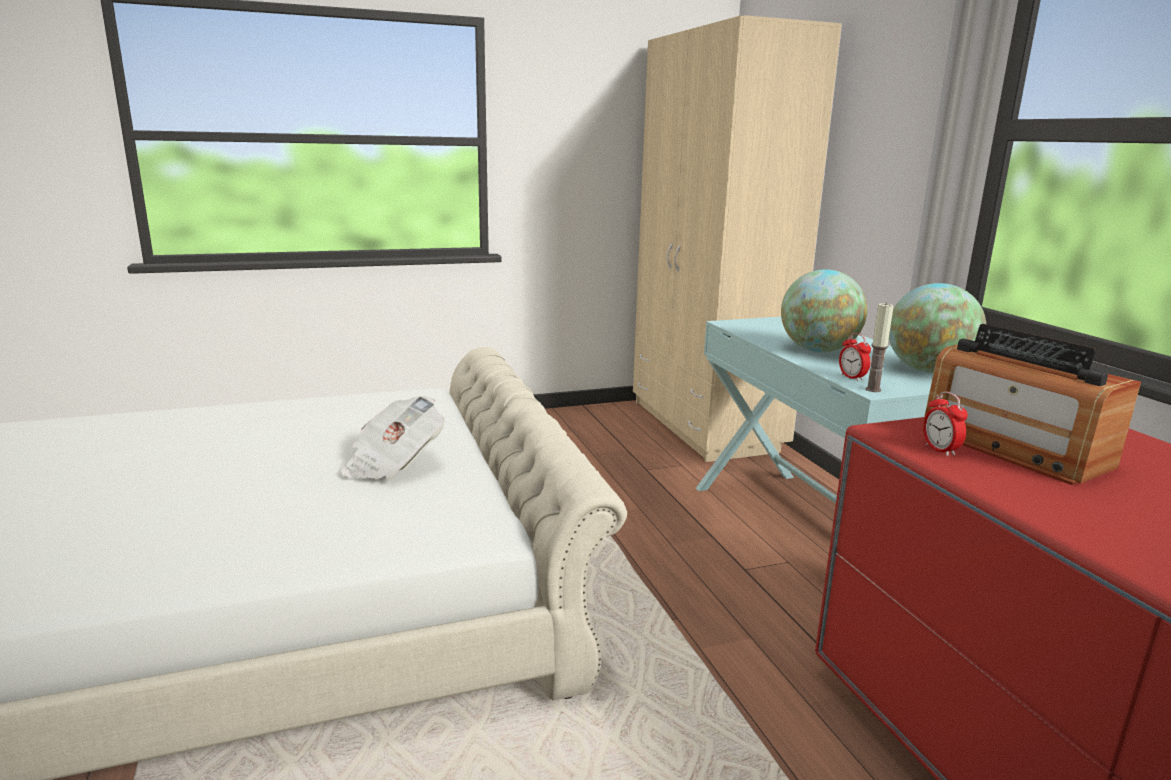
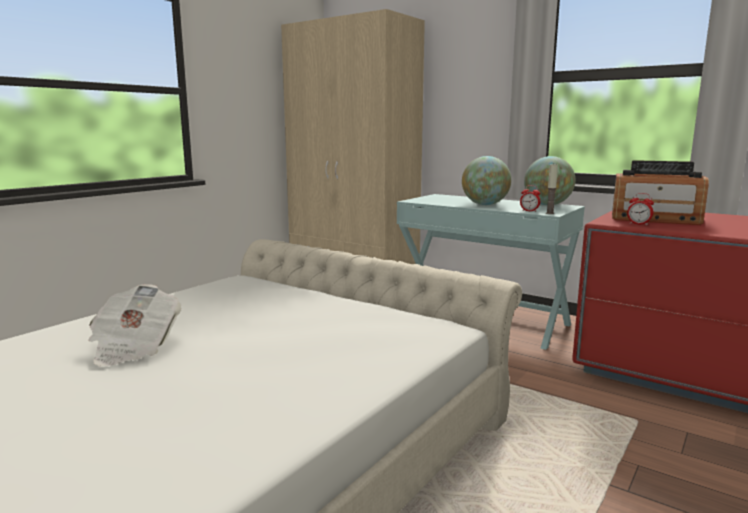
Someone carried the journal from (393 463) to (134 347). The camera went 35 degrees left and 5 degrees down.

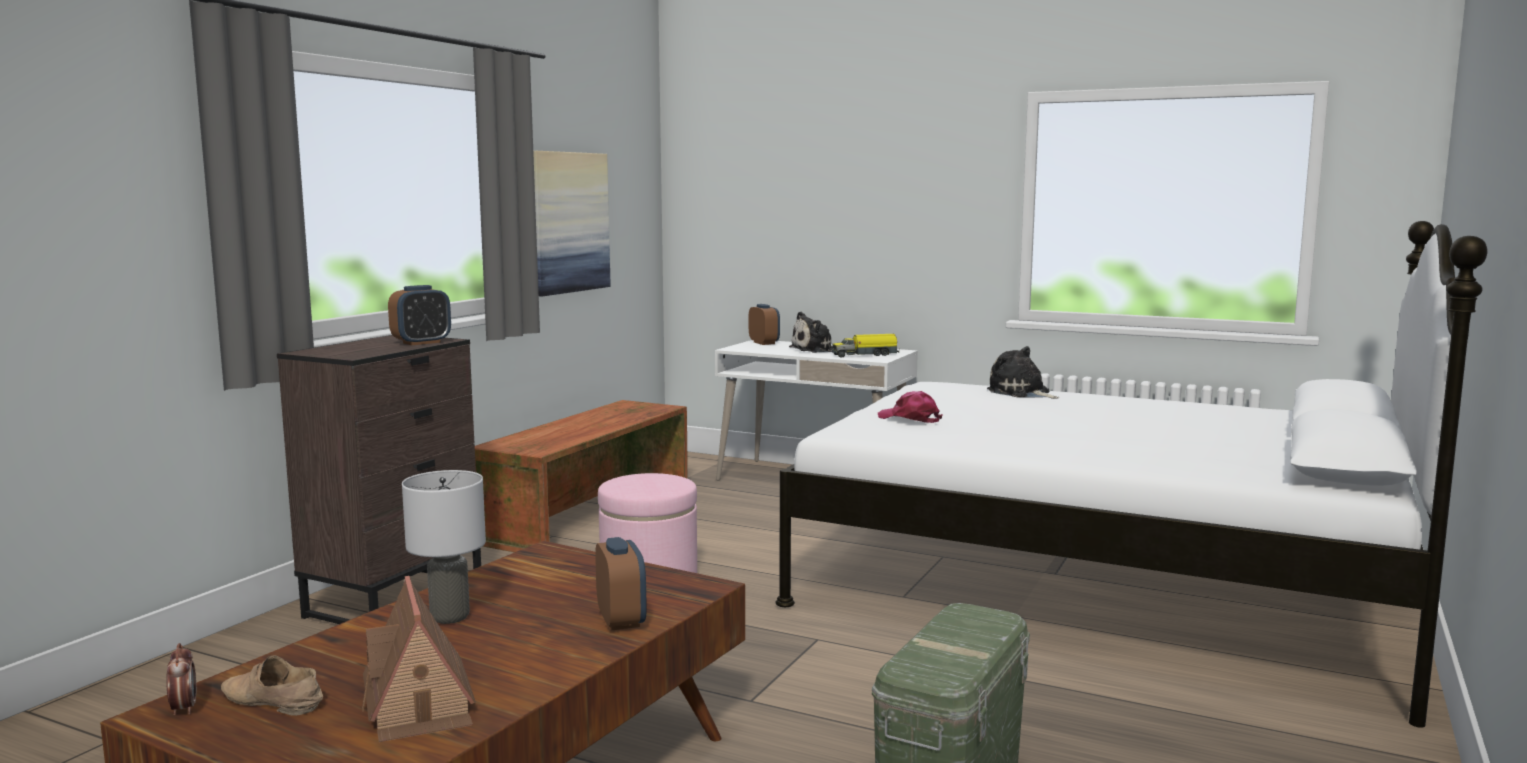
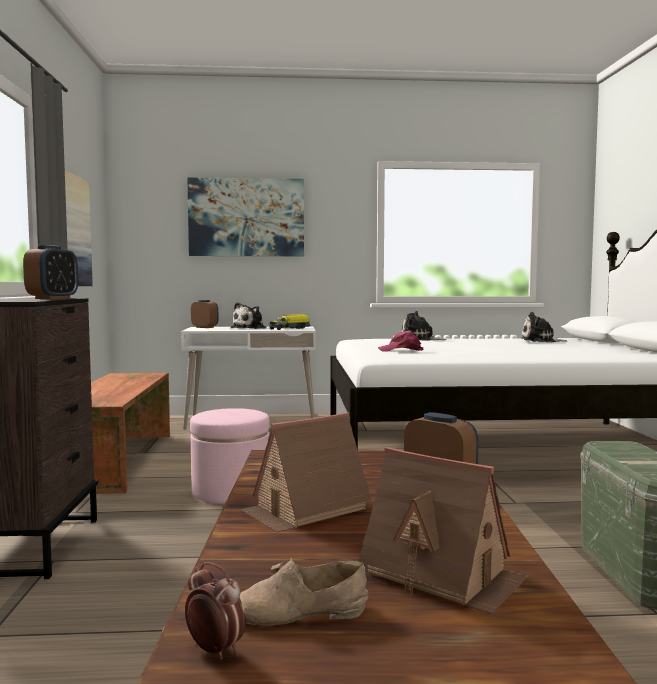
Someone swapped the lampe de table/blanc at (449 618) for the maison miniature at (306 509). Someone put up the tableau at (246 217). Someone put down the peluche at (540 341). The camera went 30 degrees left and 5 degrees down.

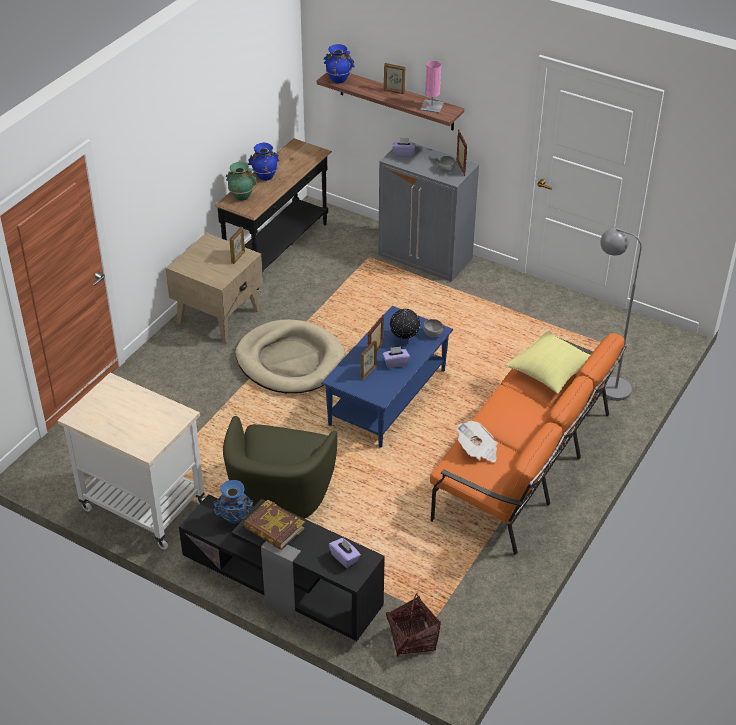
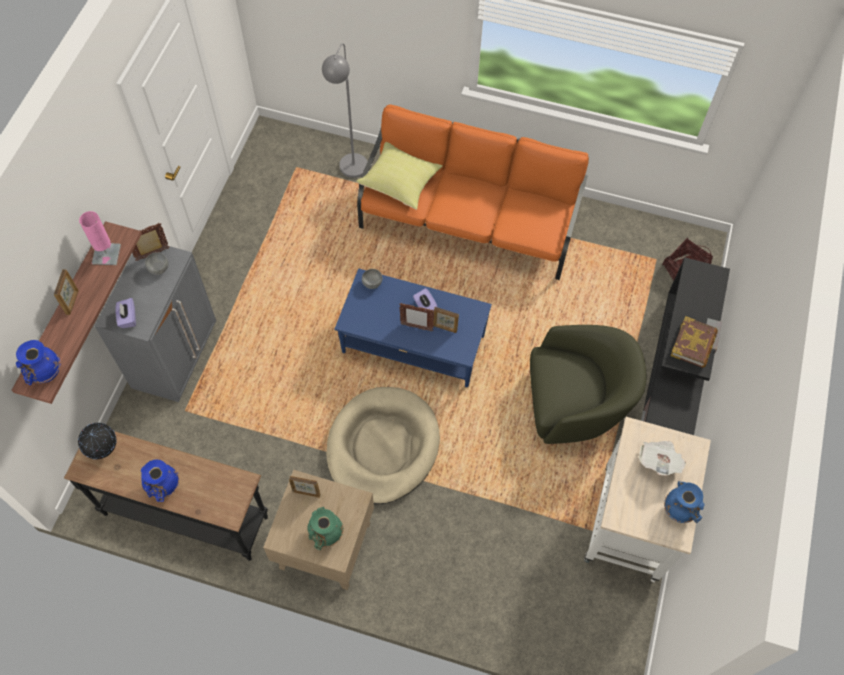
Someone carried the vase/bleu from (235 518) to (678 510). Someone carried the vase/vert from (241 196) to (325 535). Someone took away the boîte à mouchoirs/violet at (344 558). Someone carried the globe from (404 338) to (103 449). Someone carried the journal from (477 450) to (659 461). The camera went 105 degrees left and 20 degrees up.

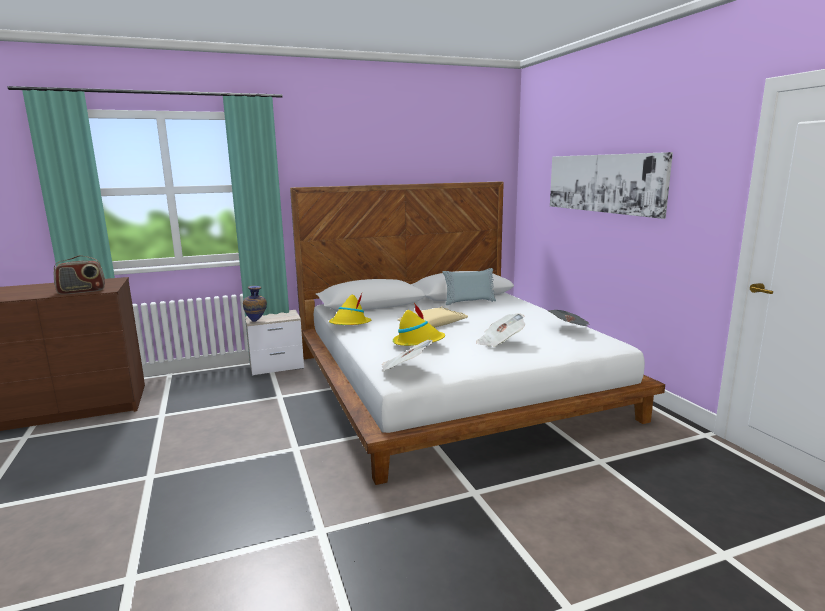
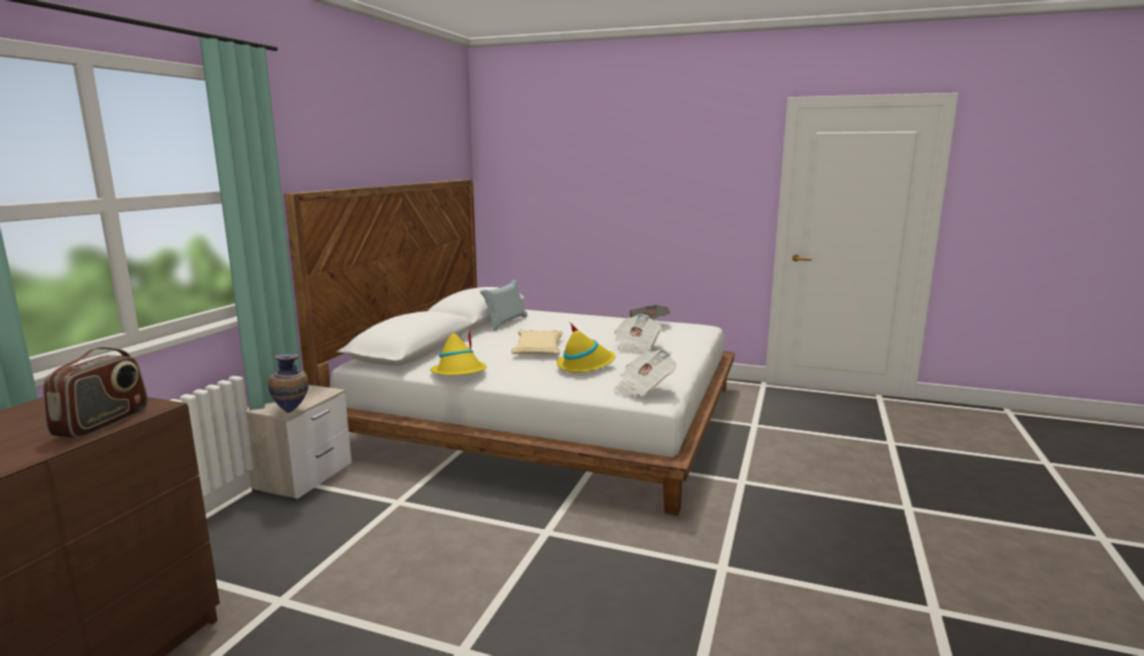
Someone took away the tableau at (603 183). The camera went 50 degrees left and 0 degrees up.

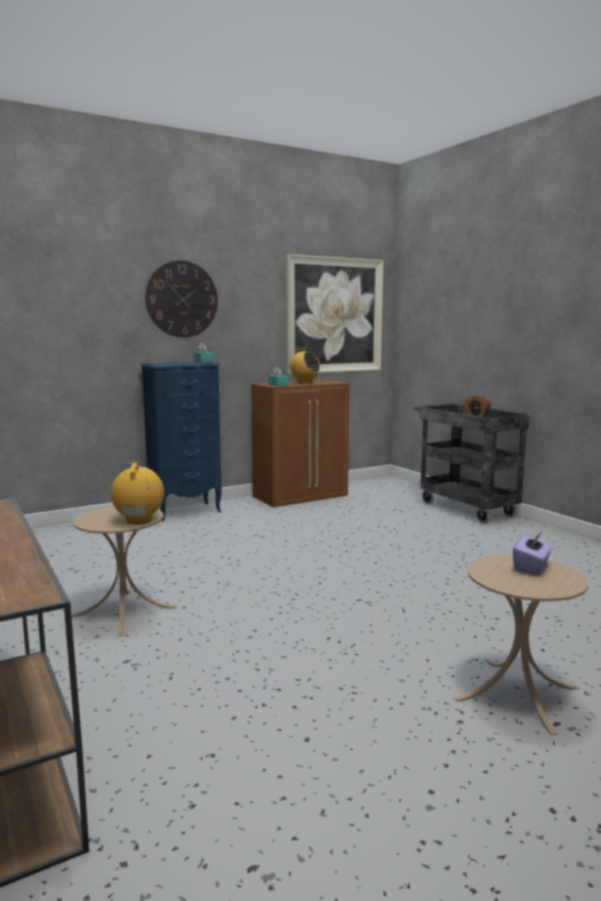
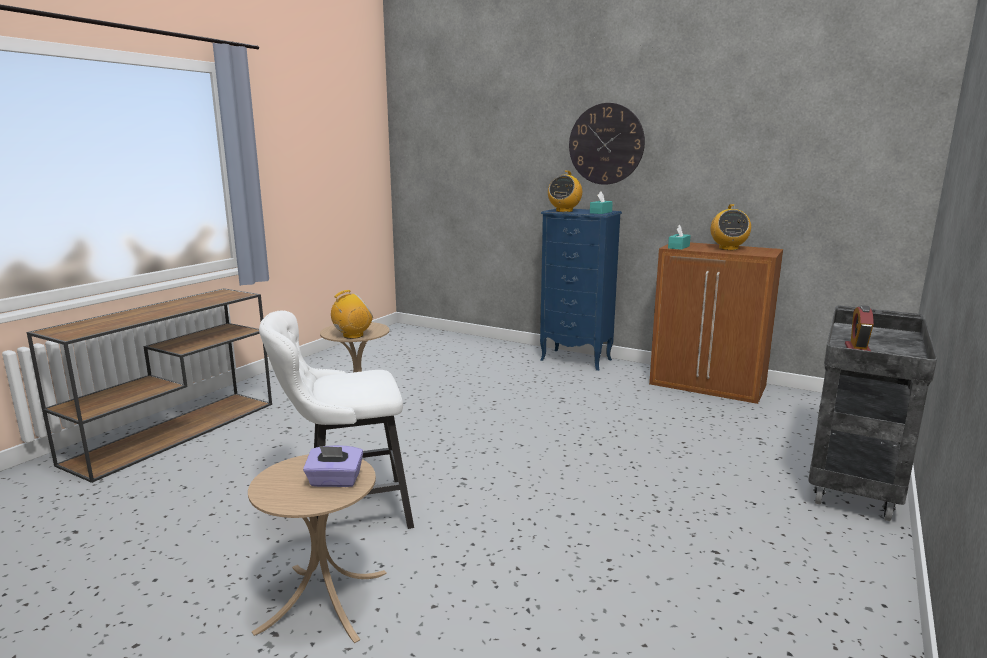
Someone took away the tableau at (334 315). Someone put down the tabouret/blanc at (344 513). Someone put down the radio at (564 211). The camera went 60 degrees right and 5 degrees up.

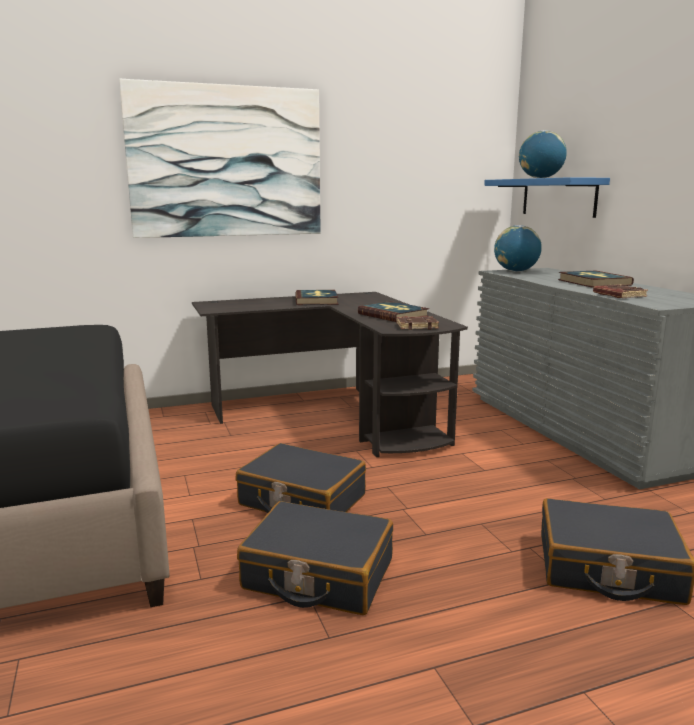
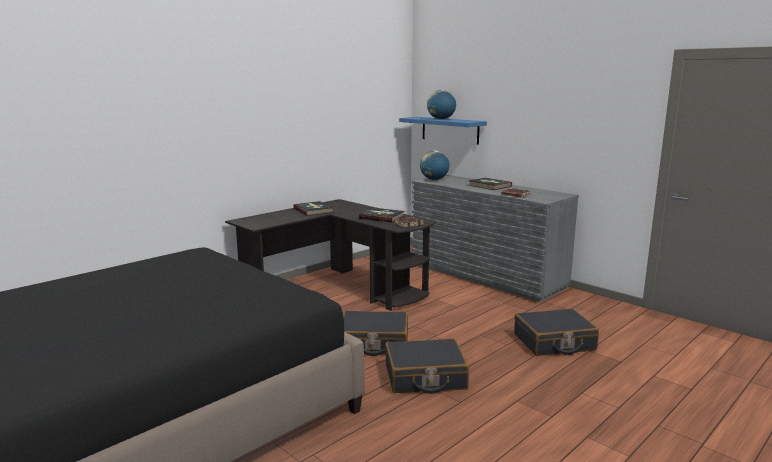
Someone took away the tableau at (226 162). The camera went 25 degrees left and 0 degrees up.

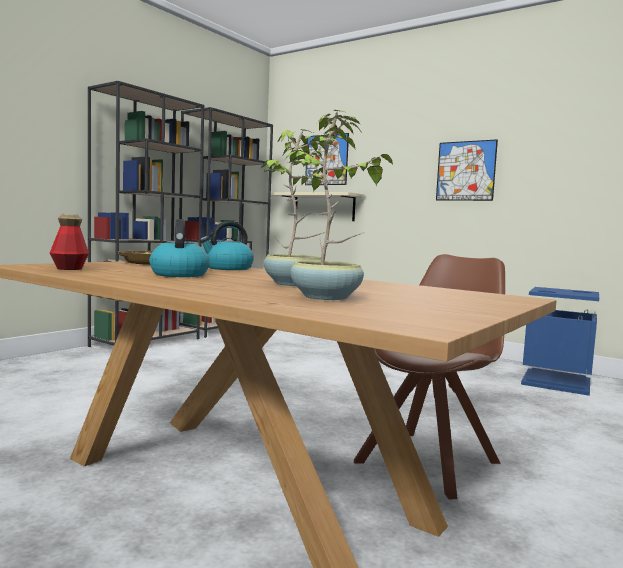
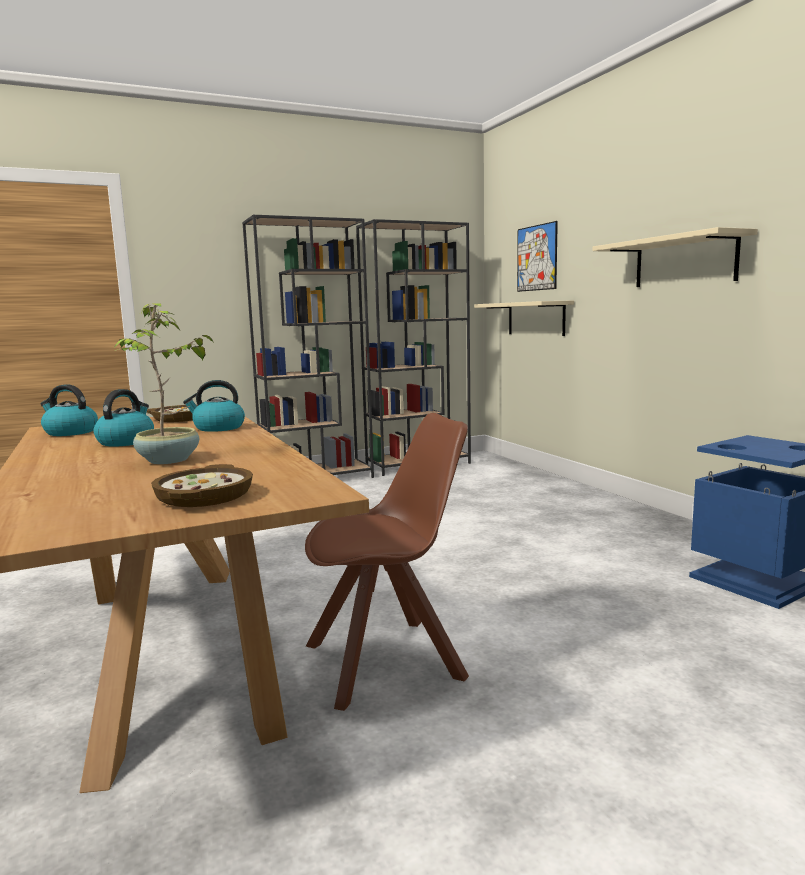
Someone swapped the bouteille at (69 268) for the bouilloire at (70 432). Someone took away the plante en pot at (327 297). Someone swapped the tableau at (465 171) for the étagère/beige at (684 261). Someone put down the bol at (206 496). The camera went 30 degrees right and 5 degrees up.

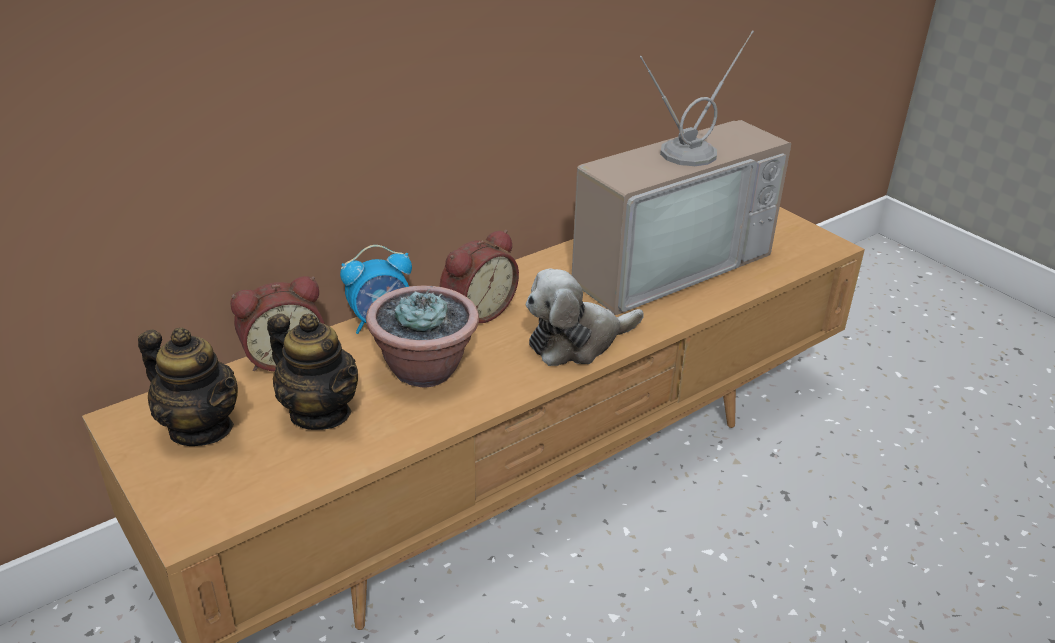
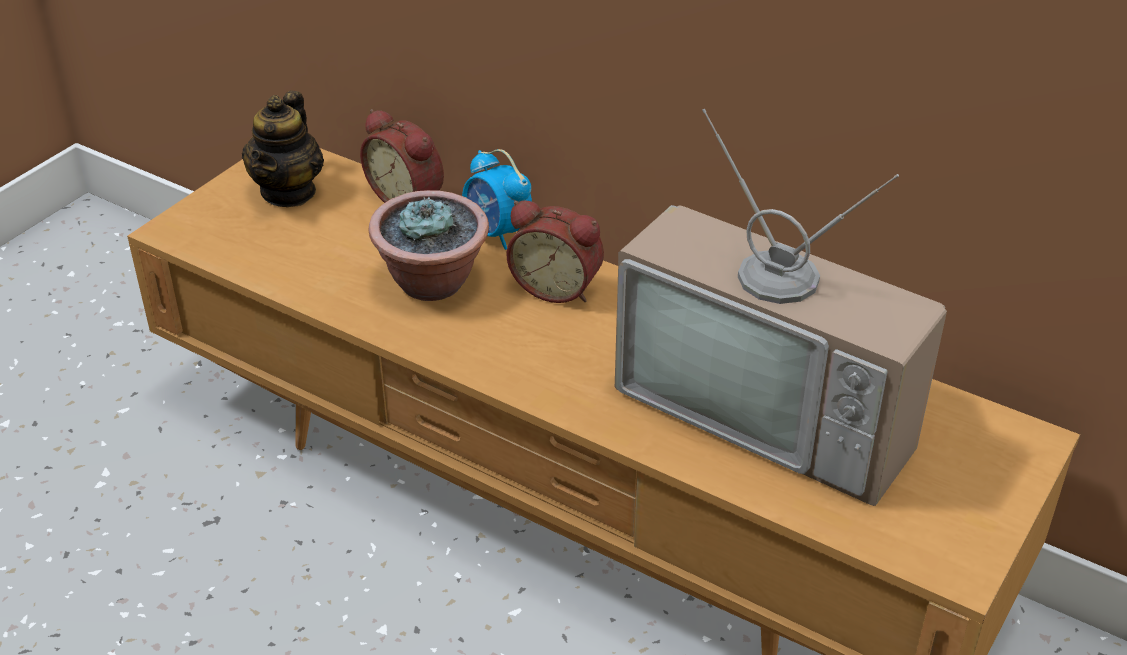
Someone took away the théière at (320 412). Someone took away the peluche at (577 342). The camera went 70 degrees right and 5 degrees up.

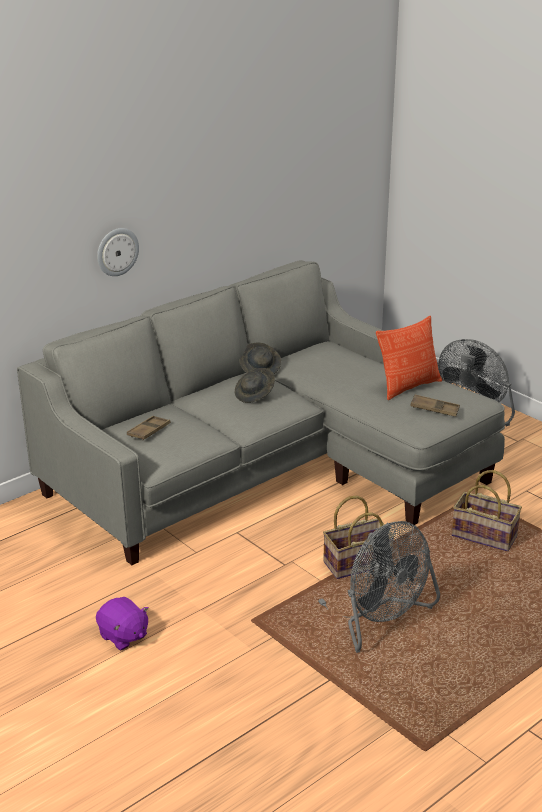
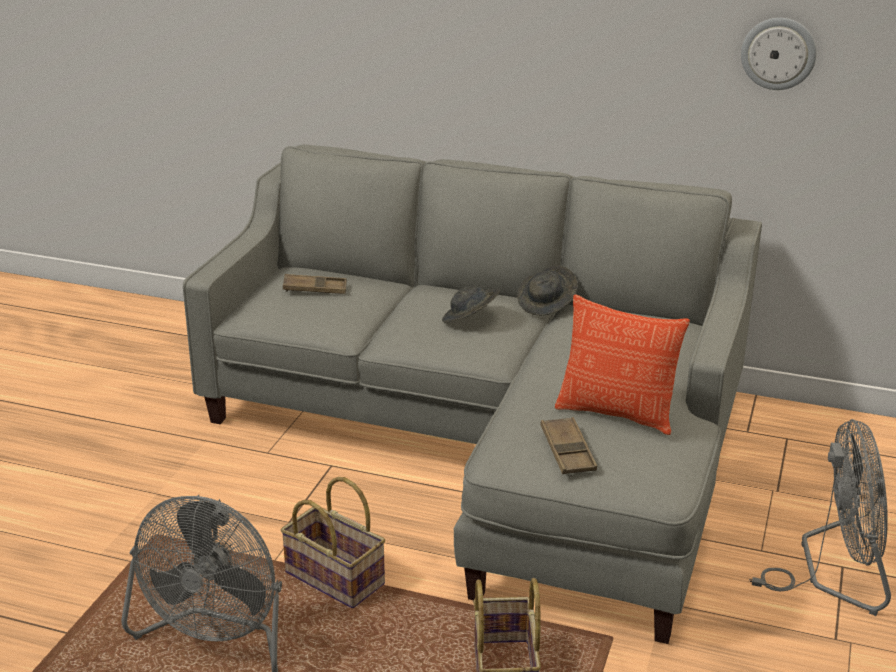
Someone took away the peluche/violet at (123 636). Someone carried the horloge murale from (117 251) to (778 53). The camera went 60 degrees right and 0 degrees up.

